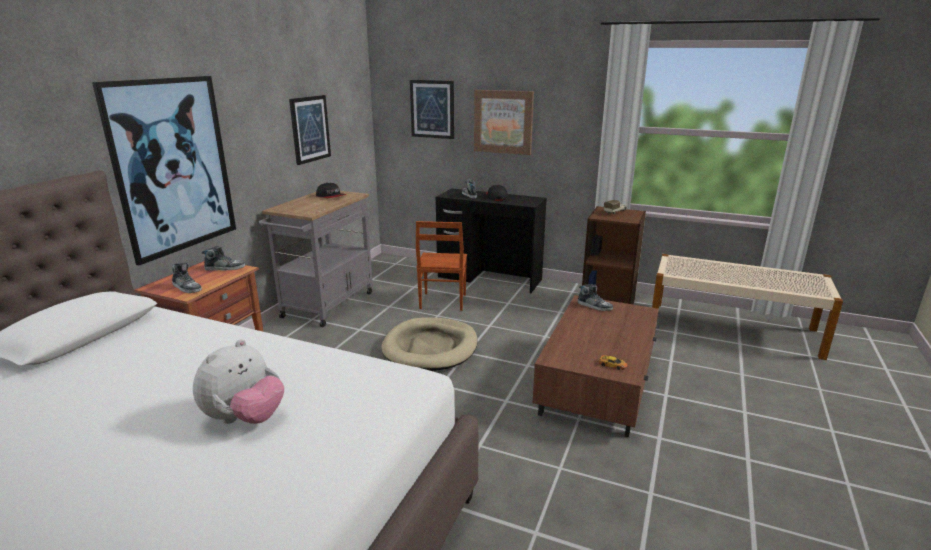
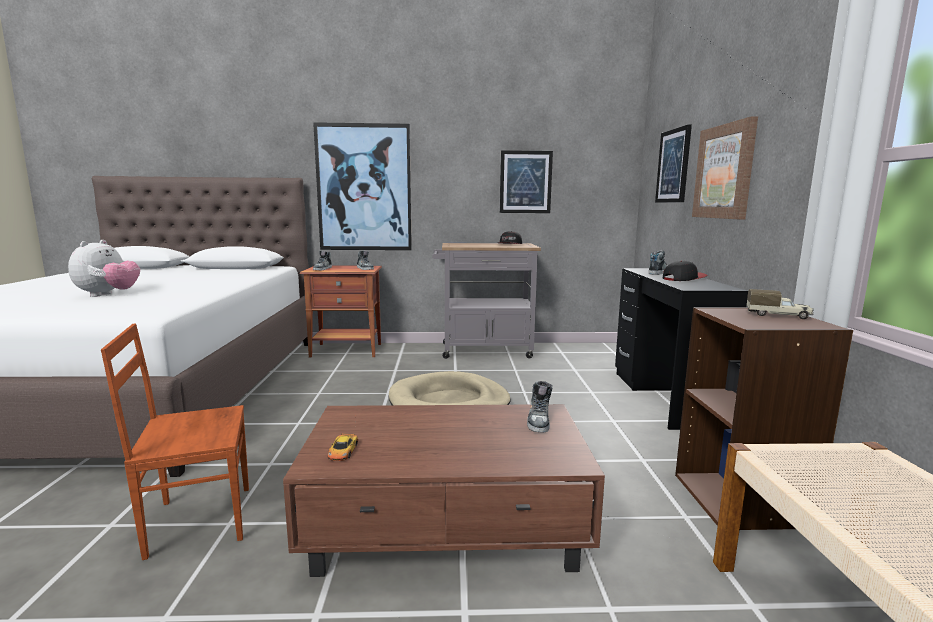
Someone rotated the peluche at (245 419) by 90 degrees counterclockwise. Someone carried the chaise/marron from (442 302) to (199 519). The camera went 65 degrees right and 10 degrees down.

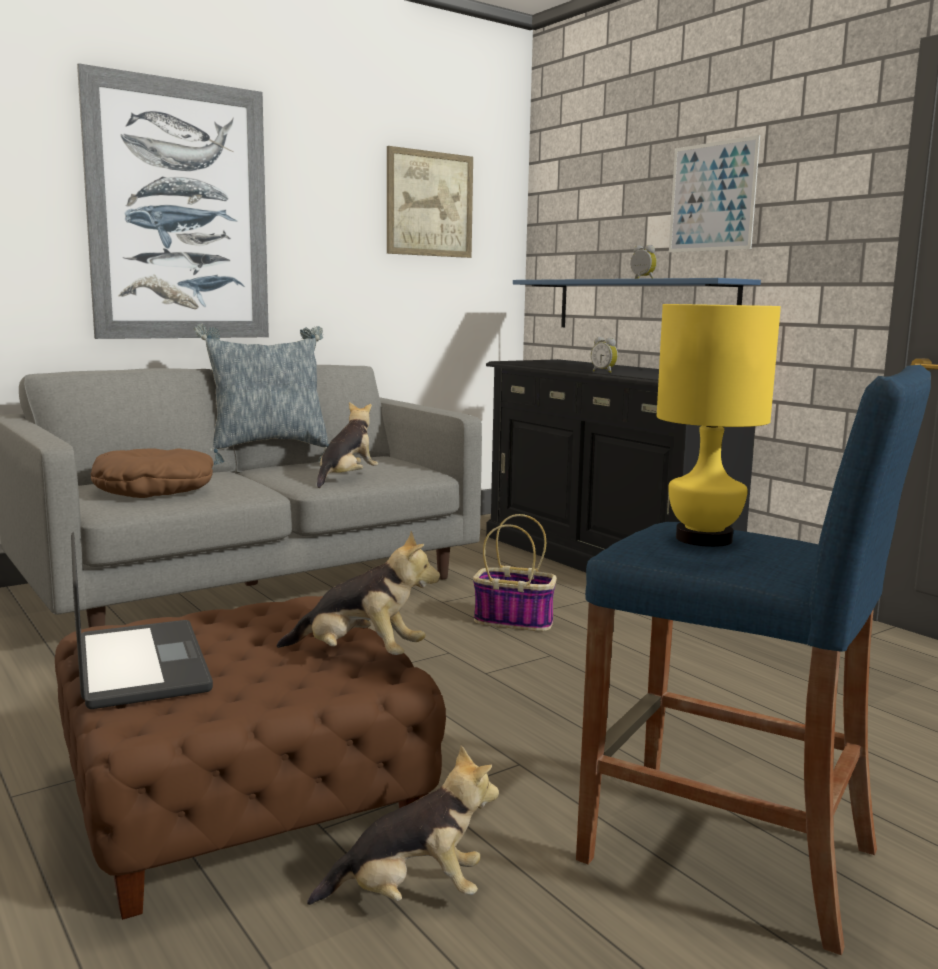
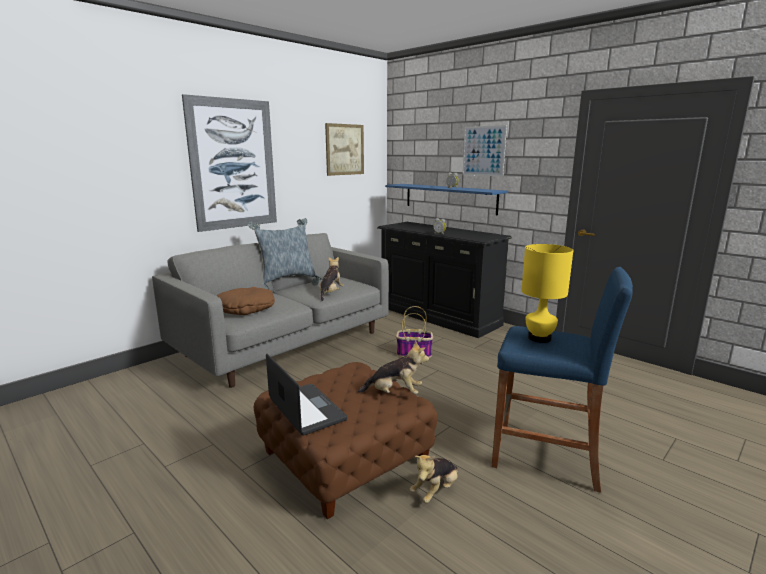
Someone rotated the peluche at (410 895) by 150 degrees clockwise. The camera went 10 degrees left and 5 degrees up.

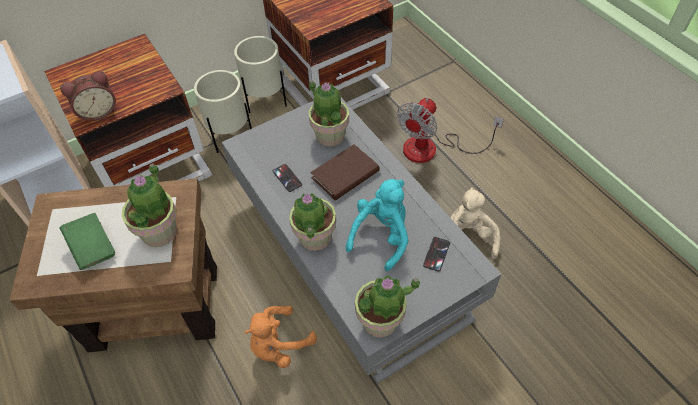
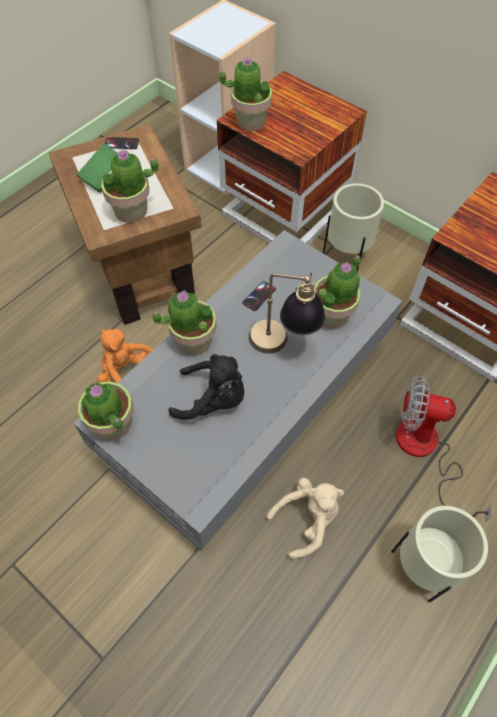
Someone swapped the réveil at (98 111) for the plante en pot at (250 121). Someone carried the cache-pot/beige from (266 103) to (422 567). Someone swapped the livre/marron at (345 175) for the lampe de table at (283 344). Someone repainted the peluche/turquoise at (382 236), which became the peluche/noir at (213 400). Someone carried the téléphone from (436 254) to (121 143). The camera went 70 degrees right and 5 degrees up.

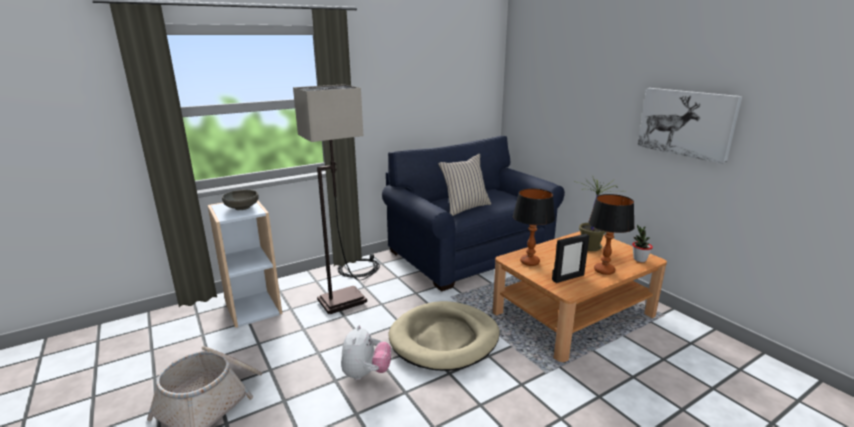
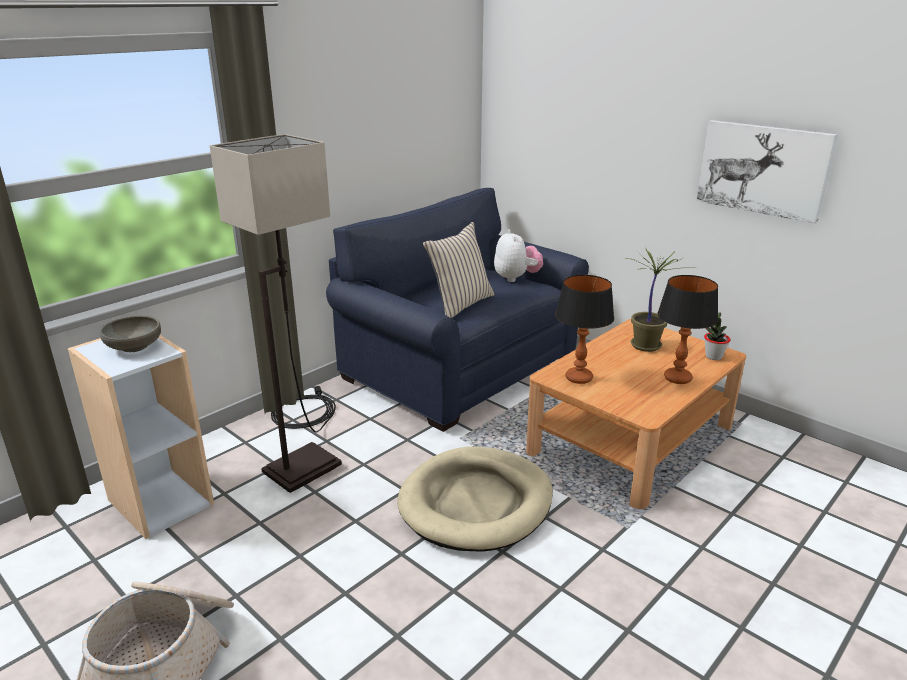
Someone carried the peluche from (366 374) to (516 278). Someone took away the cadre photo at (568 277). The camera went 15 degrees left and 5 degrees up.

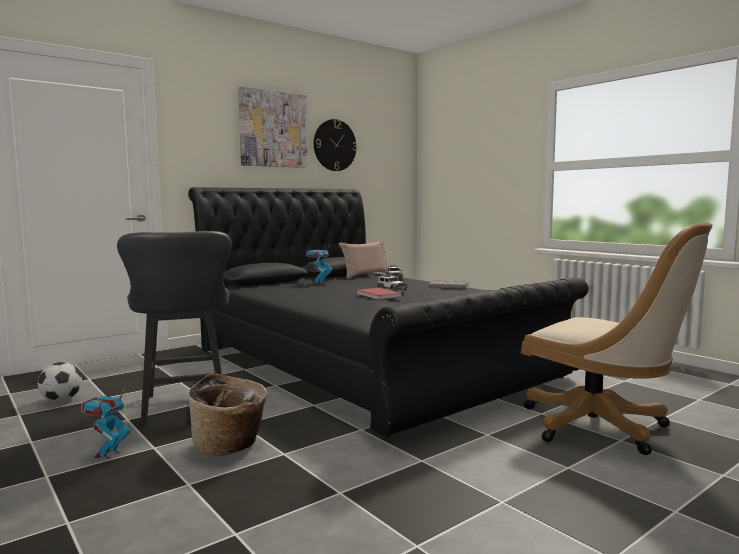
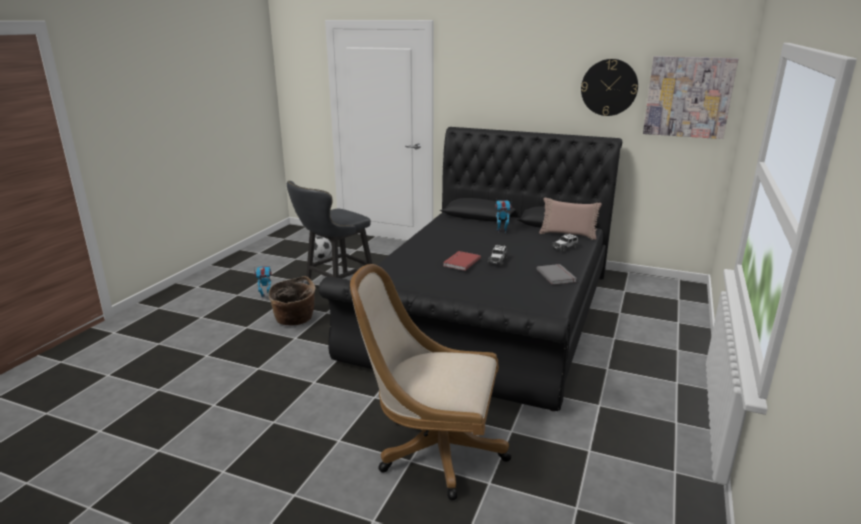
Someone carried the tableau from (273 129) to (688 97). Someone rotated the chaise de bureau at (604 428) by 90 degrees clockwise. The camera went 60 degrees right and 15 degrees up.

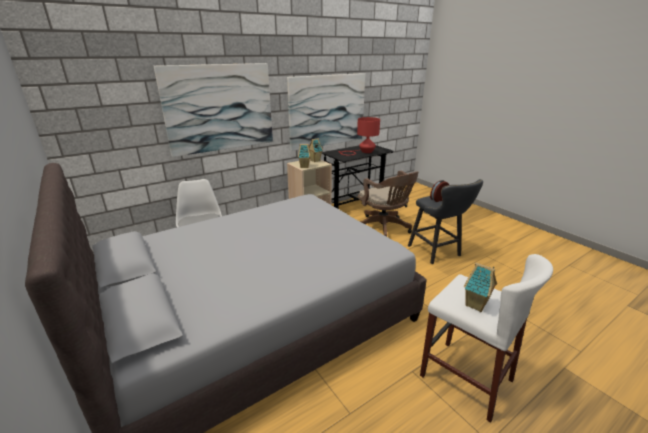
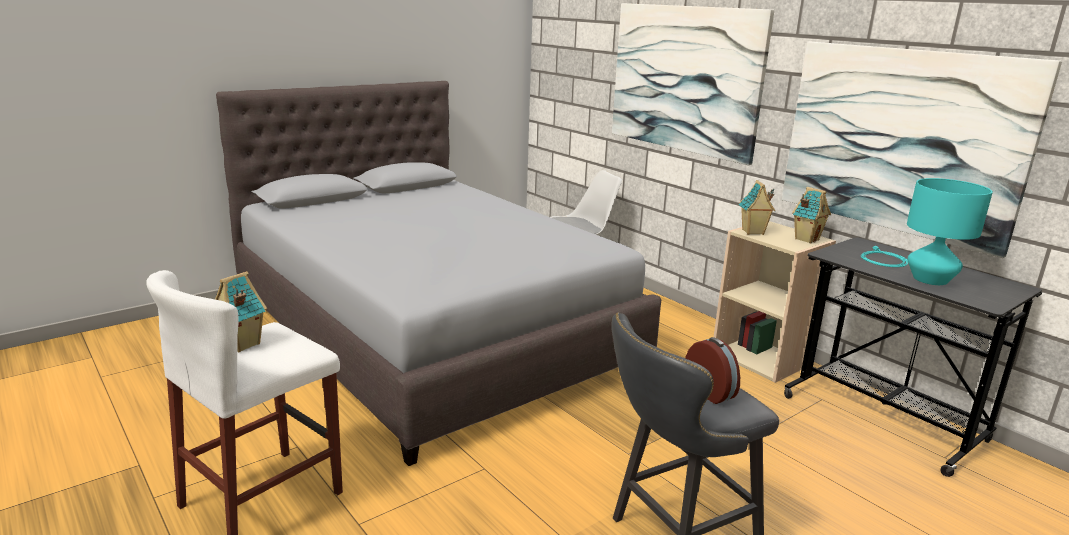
Someone repainted the lampe de table/rouge at (359 152), which became the lampe de table/turquoise at (911 271). Someone took away the chaise de bureau/marron at (384 228). The camera went 85 degrees right and 5 degrees down.

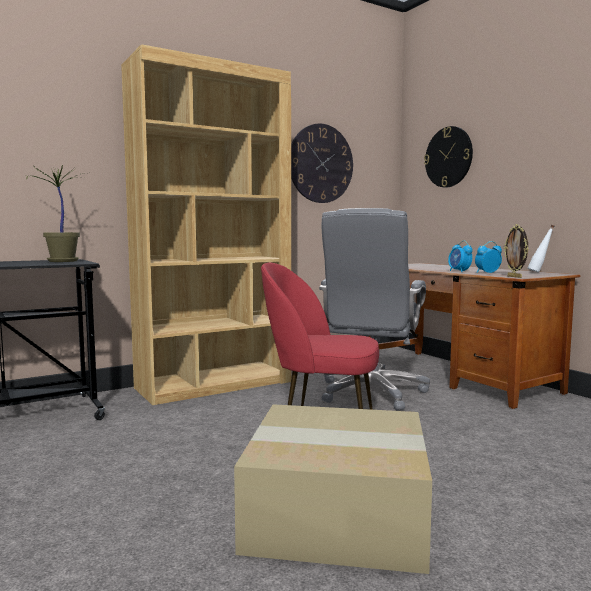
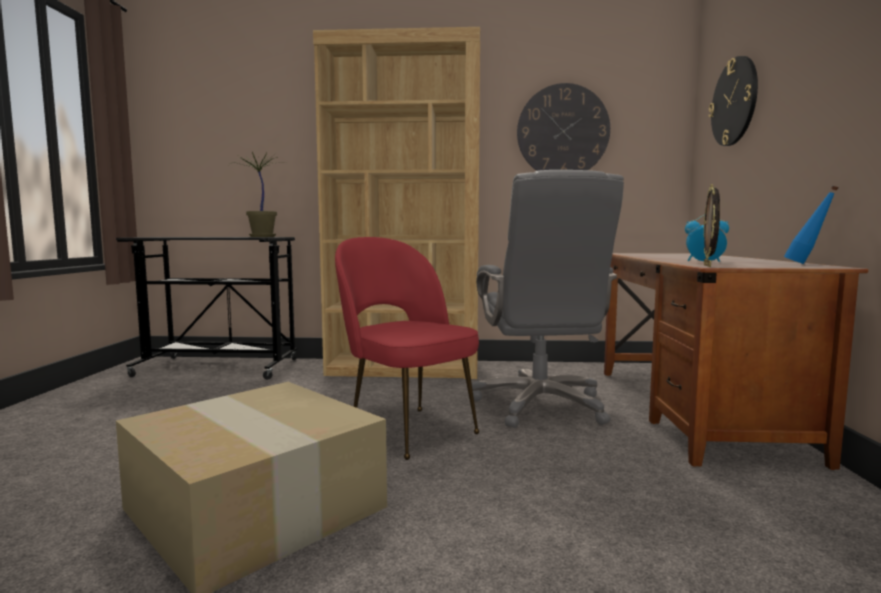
Someone rotated the chaise de bureau/gris at (371 392) by 60 degrees counterclockwise. Someone took away the réveil at (459 271). Someone repainted the bouteille/blanc at (539 272), which became the bouteille/bleu at (806 264). The camera went 35 degrees right and 0 degrees up.

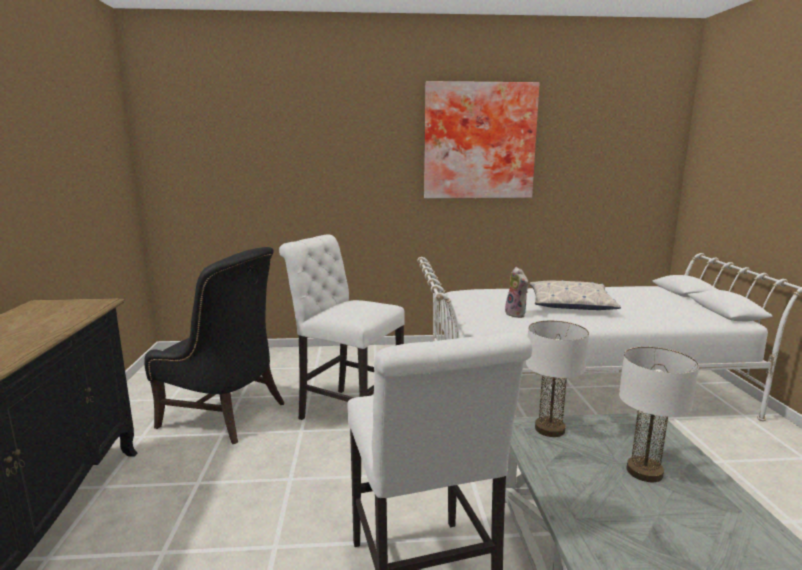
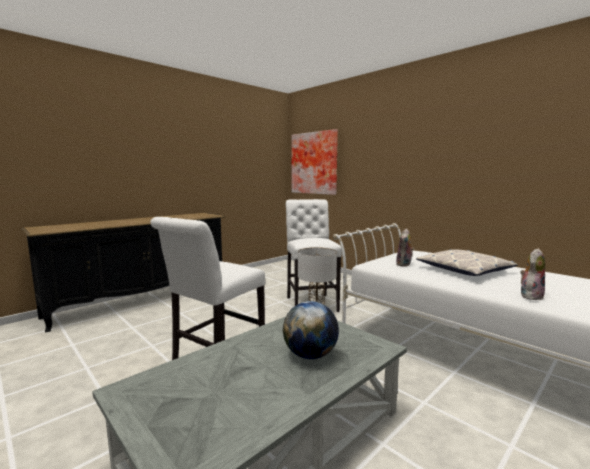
Someone took away the chaise/noir at (225 414). Someone carried the tableau from (479 141) to (315 163). Someone swapped the lampe de table at (645 471) for the globe at (310 355). Someone put down the peluche at (530 295). The camera went 50 degrees right and 5 degrees down.

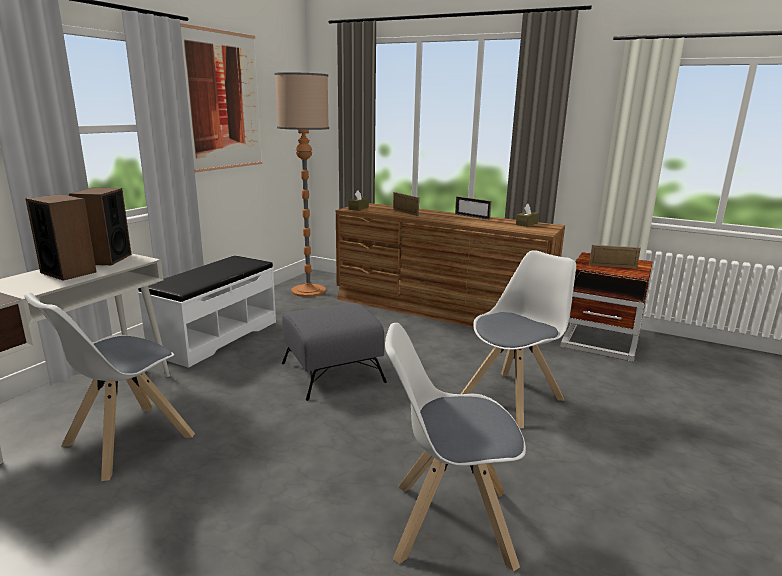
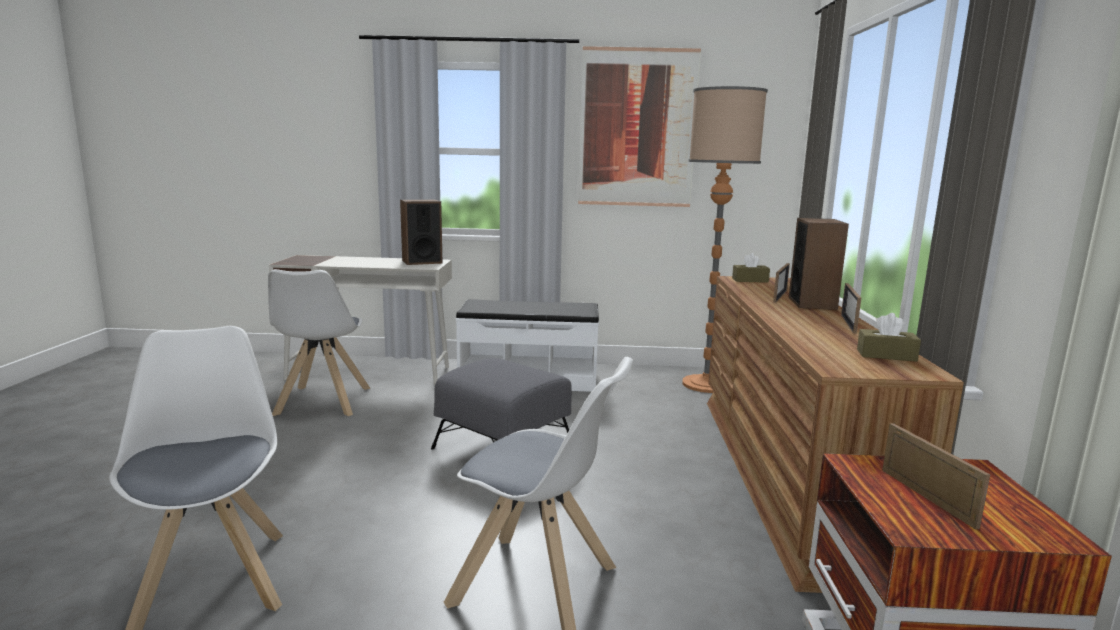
Someone rotated the chaise at (125 442) by 105 degrees counterclockwise. Someone carried the enceinte from (68 272) to (812 303). The camera went 65 degrees right and 5 degrees down.

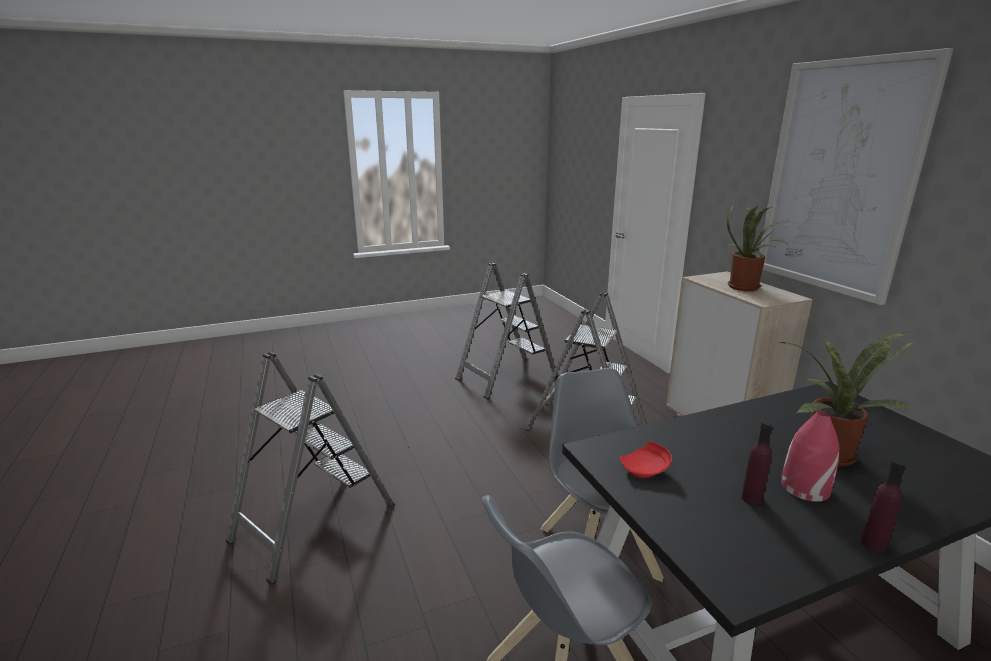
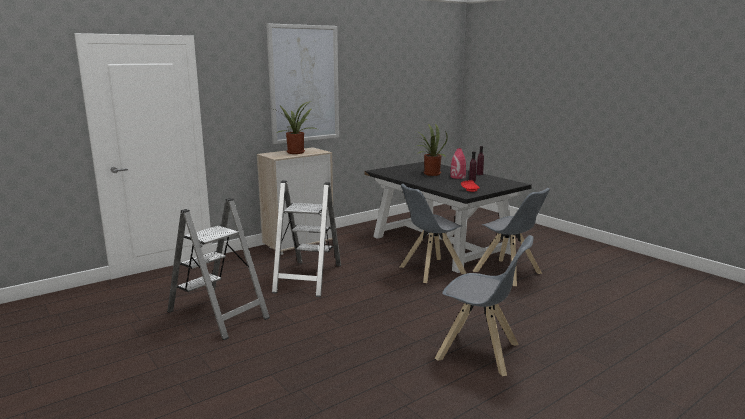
Someone swapped the escabeau/gris at (312 523) for the chaise/gris at (480 352). The camera went 105 degrees left and 5 degrees down.

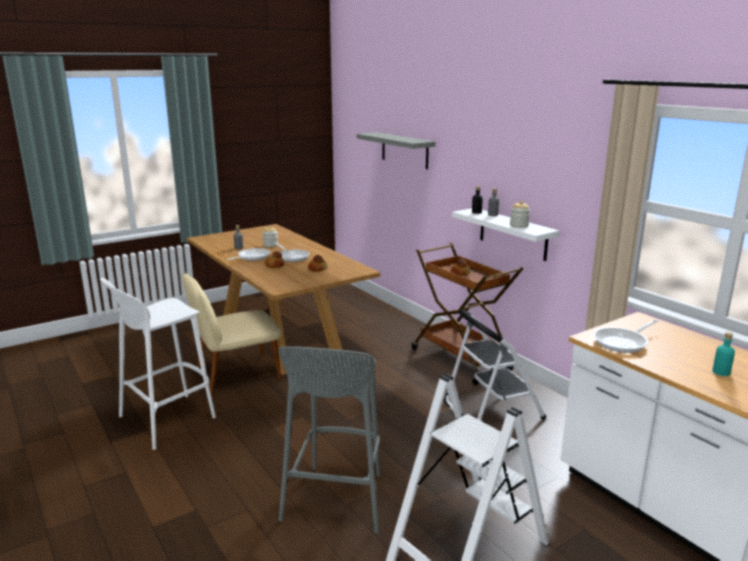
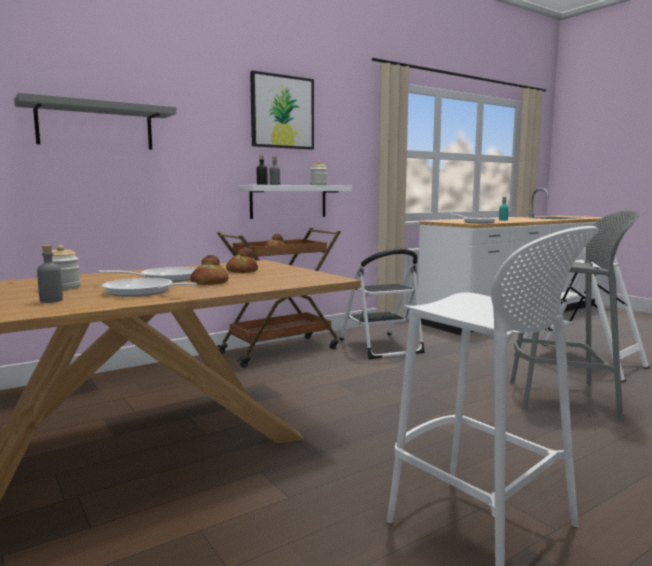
Someone took away the chaise/beige at (238 373). Someone put up the tableau at (282 112). The camera went 90 degrees left and 10 degrees down.

